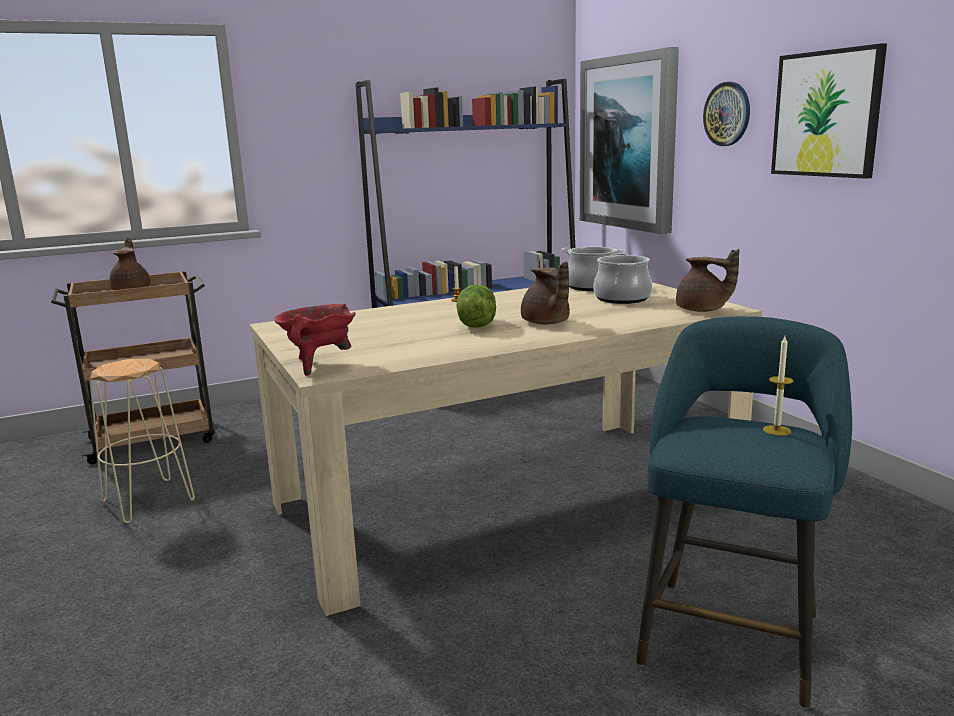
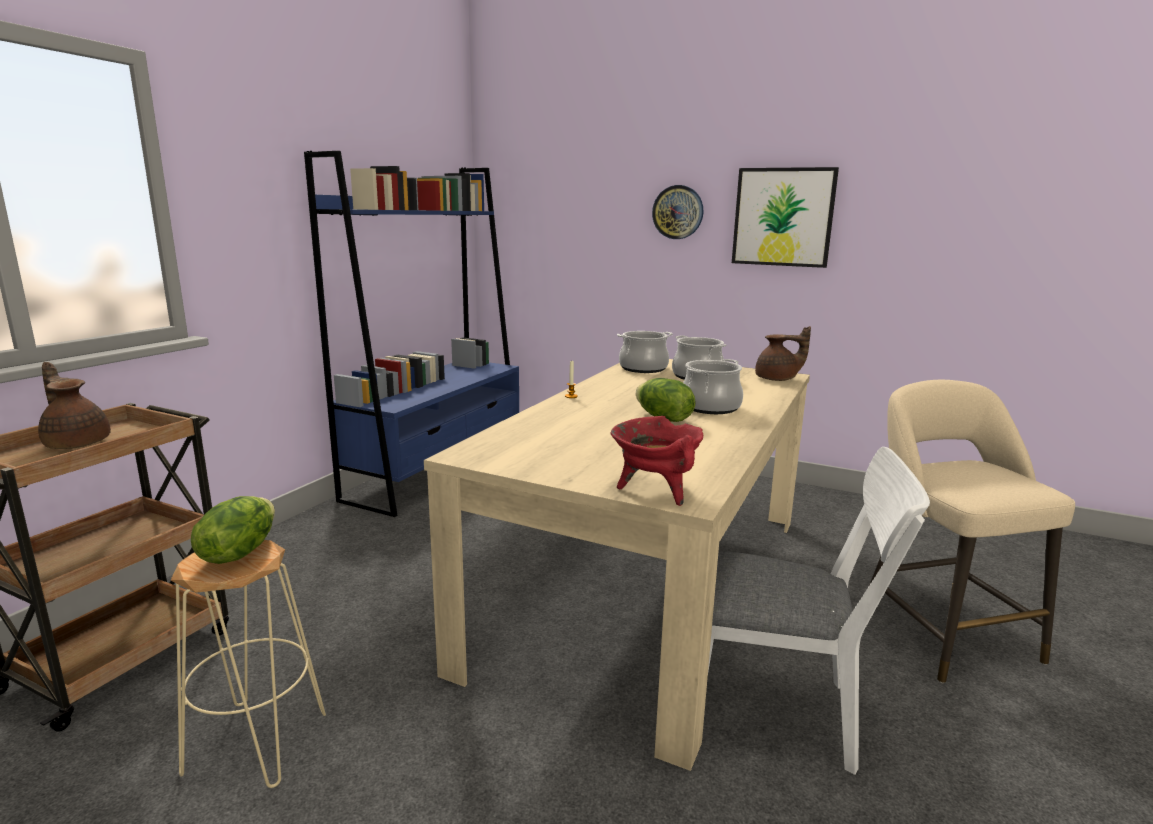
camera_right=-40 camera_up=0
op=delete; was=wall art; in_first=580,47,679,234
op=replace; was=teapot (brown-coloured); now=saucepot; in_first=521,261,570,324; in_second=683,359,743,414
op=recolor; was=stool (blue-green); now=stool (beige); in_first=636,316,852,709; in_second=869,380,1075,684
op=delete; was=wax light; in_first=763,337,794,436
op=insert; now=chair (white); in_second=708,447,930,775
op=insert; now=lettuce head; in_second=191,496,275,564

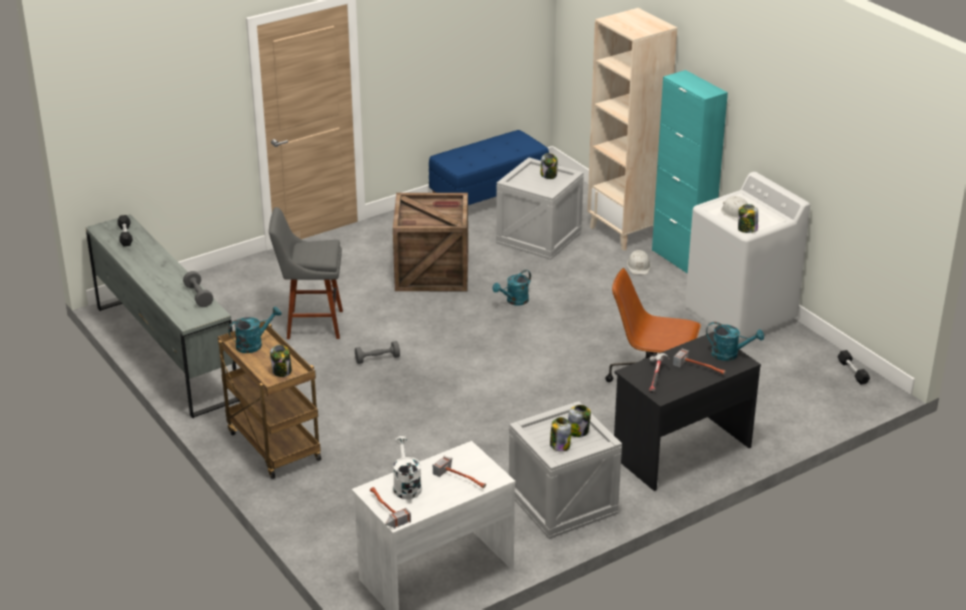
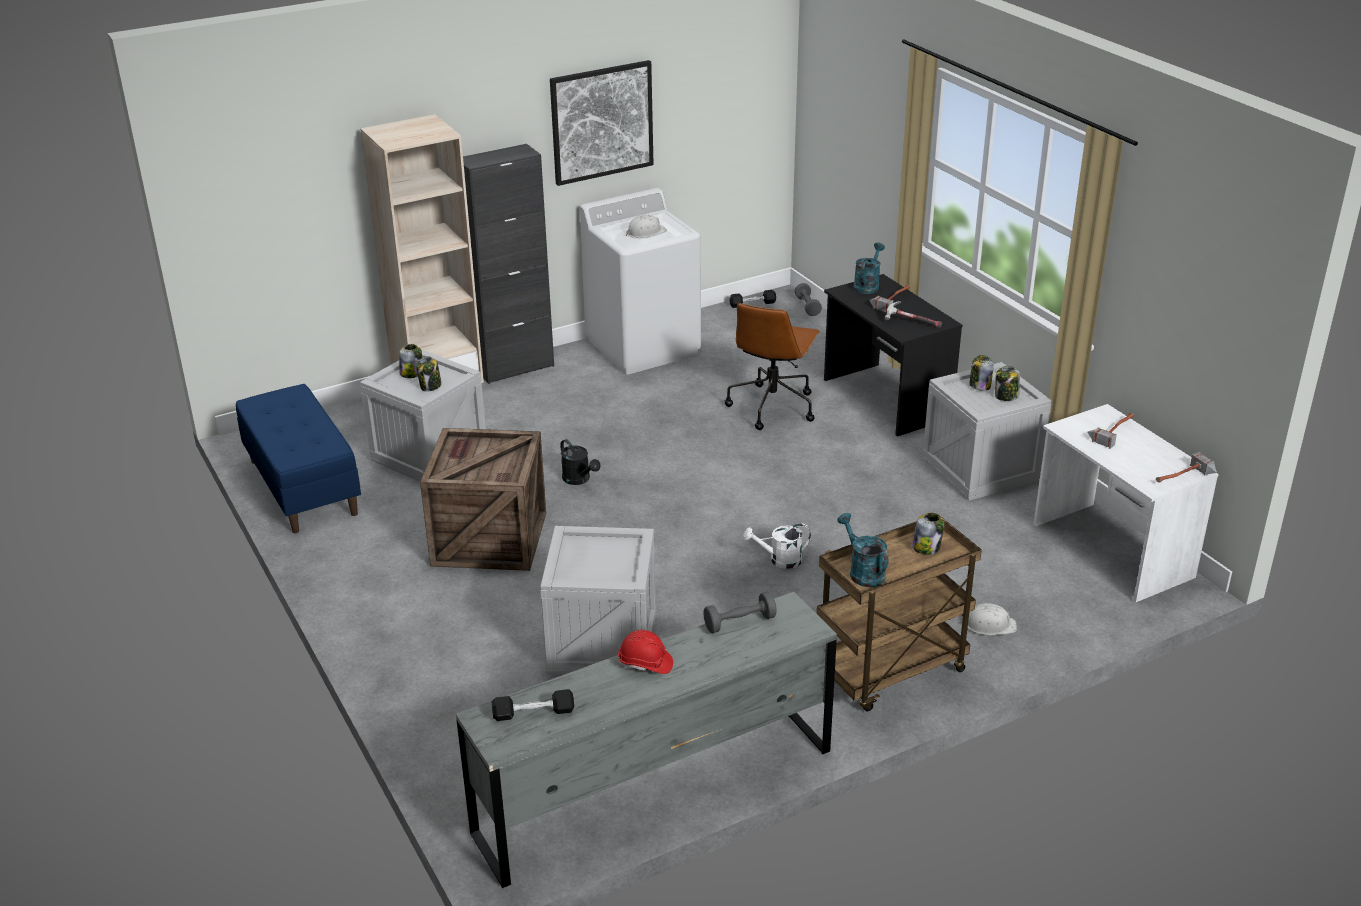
camera_right=-85 camera_up=0
op=recolor; was=storage cabinet (blue-green); now=storage cabinet (blackish); in_first=652,70,728,274; in_second=463,144,554,384
op=move; was=preserve jar; in_first=738,204,758,233; in_second=416,356,442,392
op=replace; was=stool (greyish); now=crate; in_first=269,207,343,339; in_second=540,526,656,675
op=move; was=safety helmet (white); in_first=627,250,651,275; in_second=968,603,1017,635
op=recolor; was=watering pot (blue-green); now=watering pot (blackish); in_first=493,270,531,306; in_second=560,439,600,485
op=move; was=dumbbell (greyish); in_first=355,341,400,364; in_second=794,283,822,316
op=move; was=watering pot (white); in_first=393,436,422,499; in_second=743,524,811,569
op=insert; now=wall art; in_second=550,60,654,186
op=insert; now=safety helmet (red-coloured); in_second=618,630,673,674

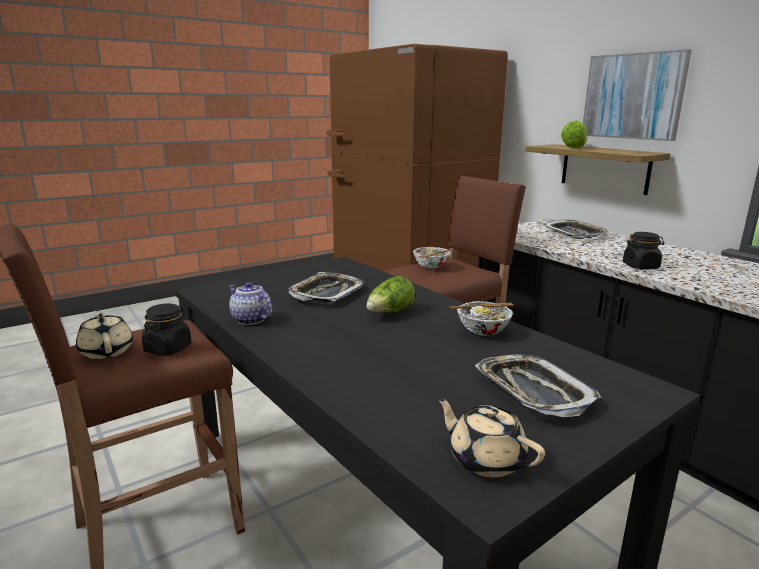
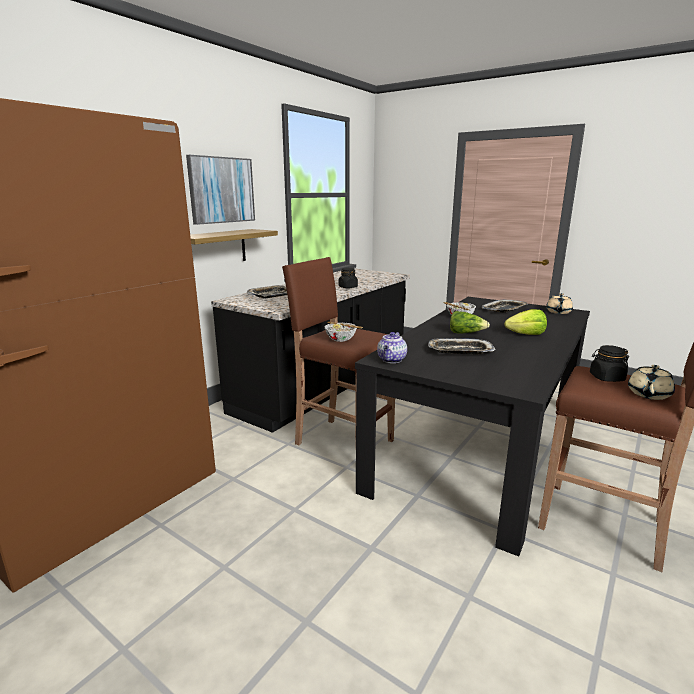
camera_right=-110 camera_up=0
op=move; was=lettuce head; in_first=561,120,587,148; in_second=505,309,547,335
op=move; was=teapot; in_first=229,282,272,325; in_second=377,332,407,363

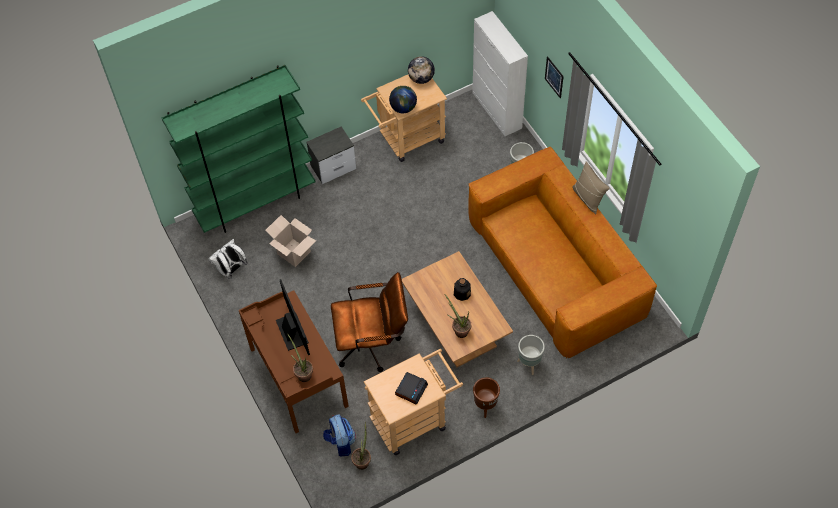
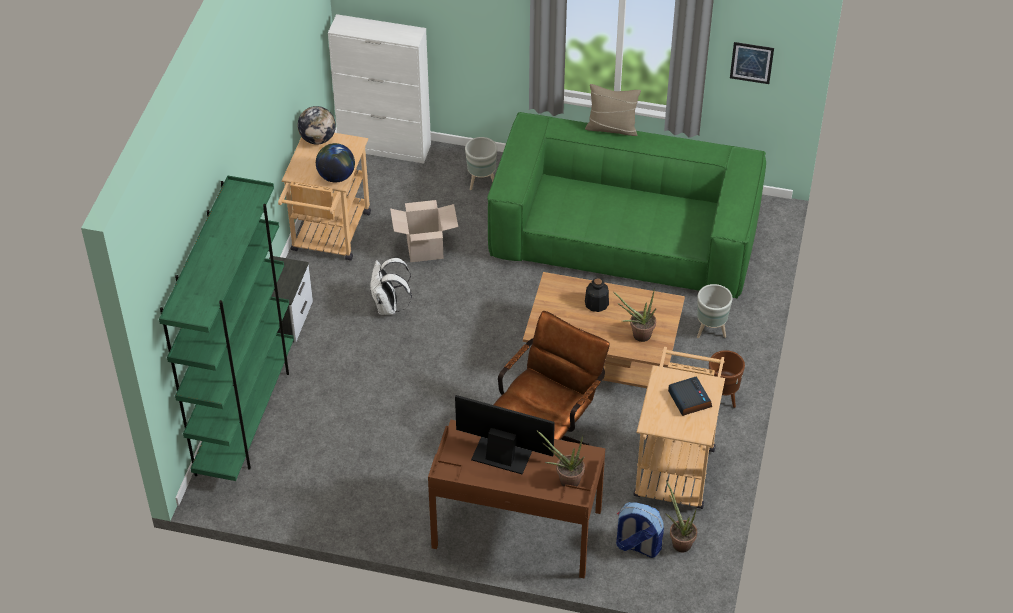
camera_right=-50 camera_up=-10
op=move; was=wall art; in_first=545,56,564,98; in_second=730,42,774,84
op=recolor; was=sofa (brown-coloured); now=sofa (green-coloured); in_first=468,147,657,359; in_second=487,112,766,299
op=move; was=cardboard box; in_first=265,215,316,267; in_second=390,200,458,262
op=move; was=rucksack (white); in_first=209,239,248,279; in_second=370,258,412,315

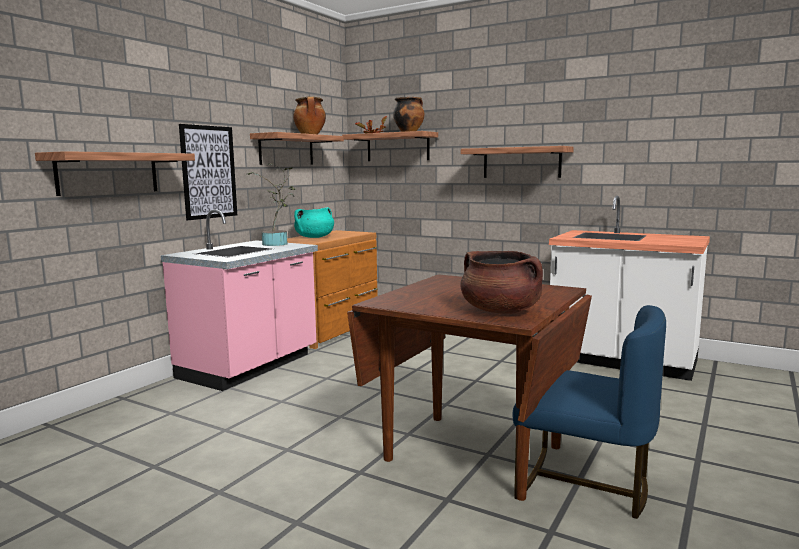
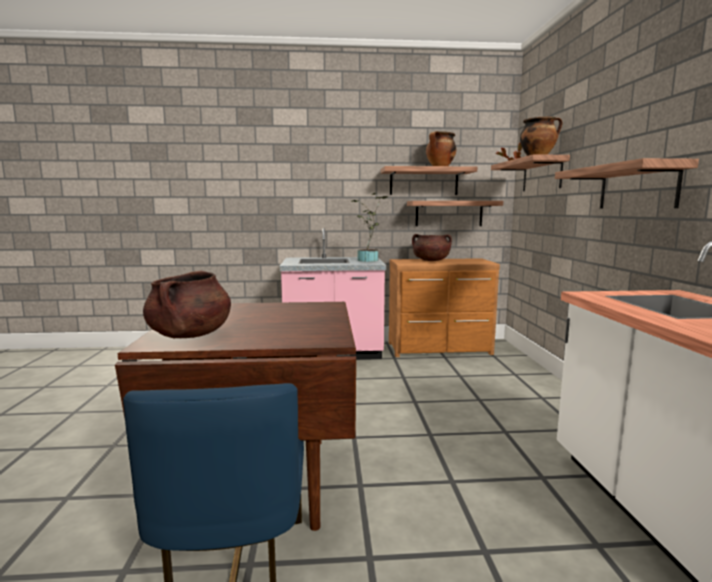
camera_right=55 camera_up=0
op=delete; was=wall art; in_first=179,124,237,220
op=move; was=wall shelf; in_first=35,151,195,196; in_second=407,201,503,226
op=recolor; was=saucepot (blue-green); now=saucepot (brown-coloured); in_first=294,207,334,238; in_second=412,234,452,261

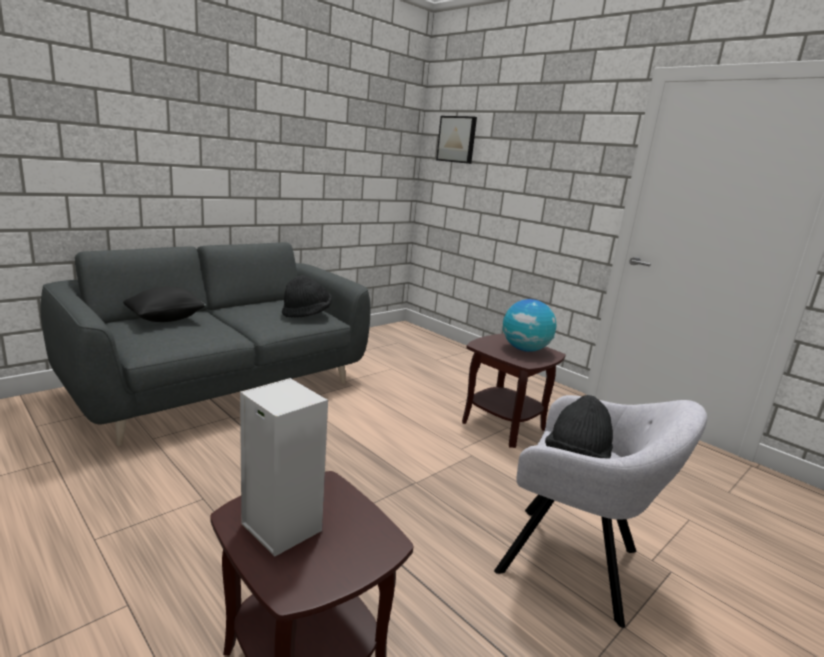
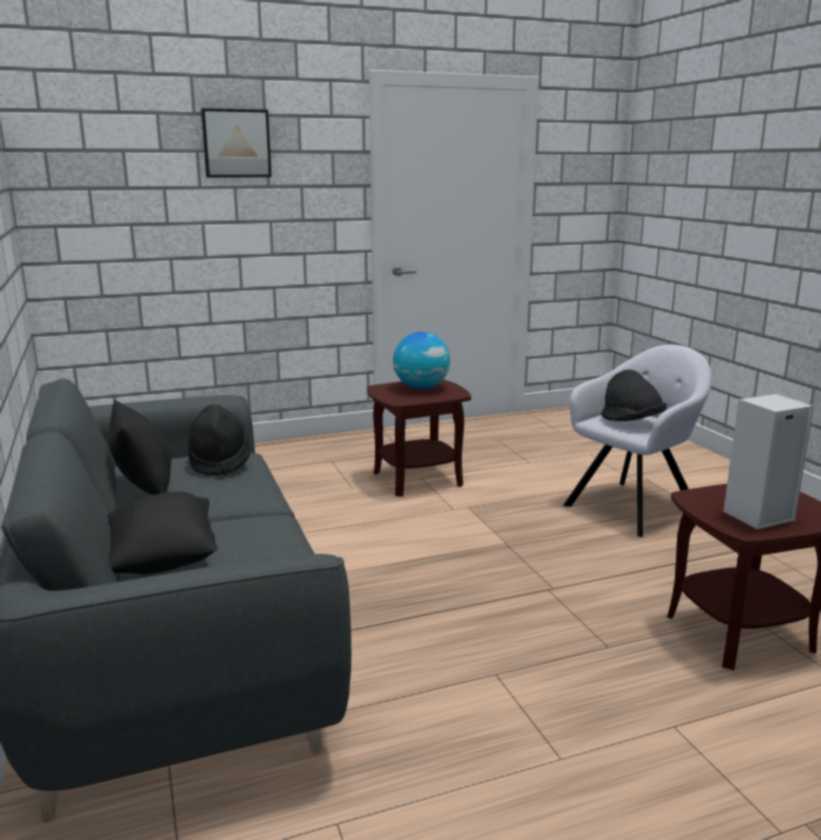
camera_right=-65 camera_up=0
op=move; was=wall art; in_first=436,116,477,164; in_second=201,108,272,178
op=insert; now=throw pillow (blackish); in_second=109,400,172,495

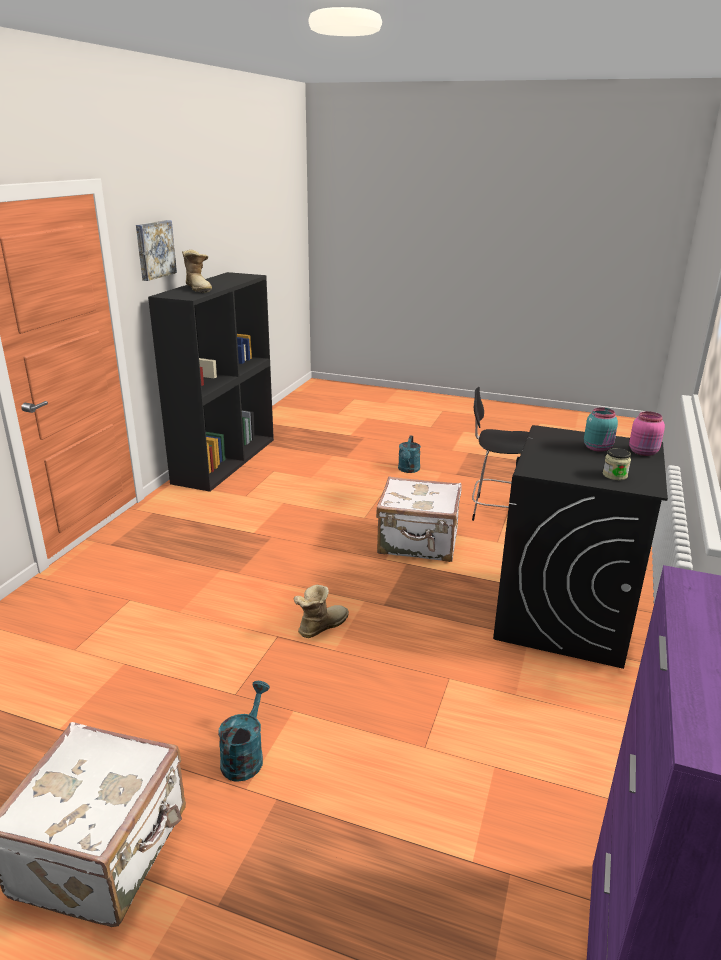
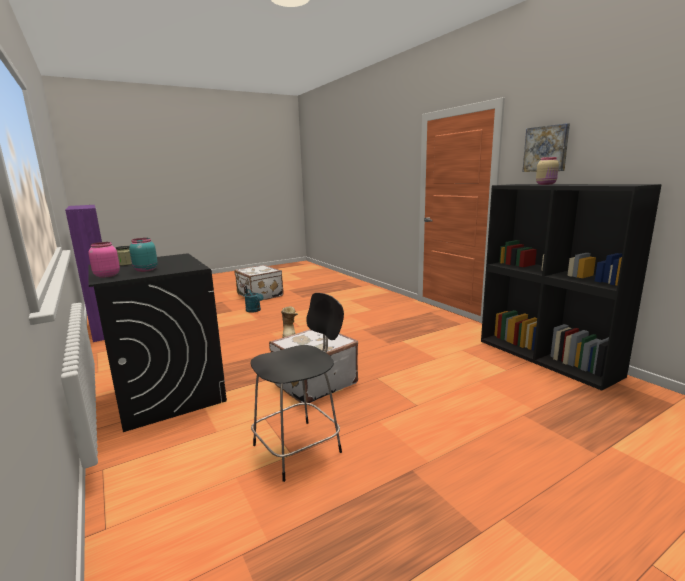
camera_right=130 camera_up=-10
op=replace; was=boot; now=preserve jar (beige); in_first=182,250,212,293; in_second=536,157,559,185
op=delete; was=watering pot (blue-green); in_first=398,435,421,473

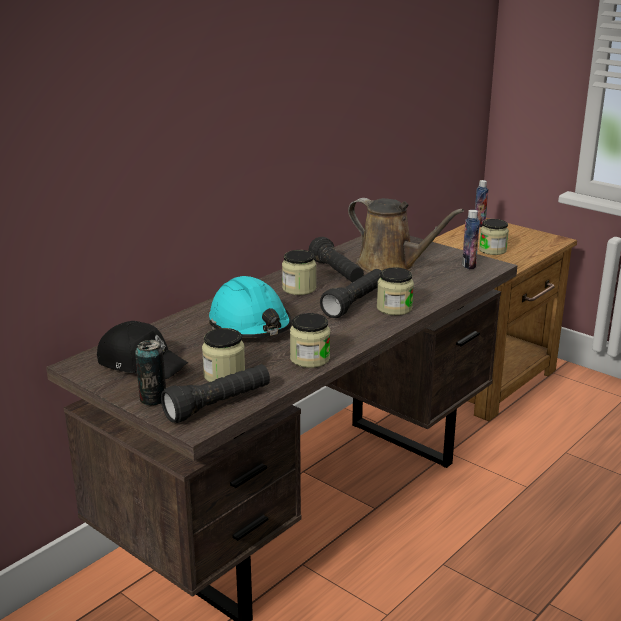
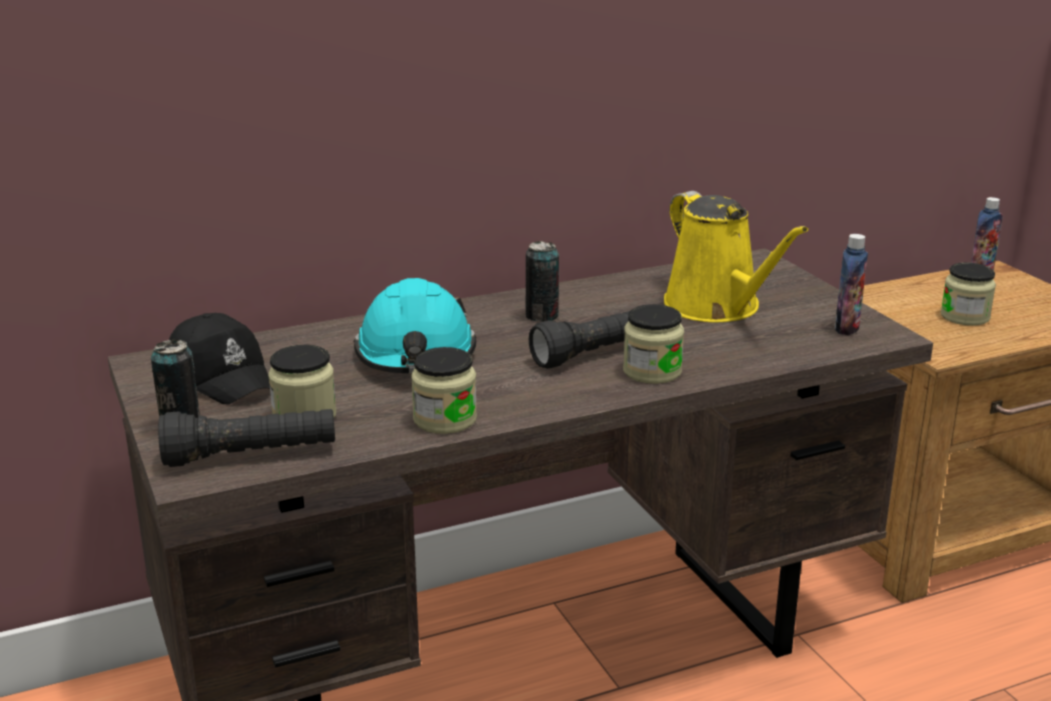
camera_right=25 camera_up=0
op=recolor; was=watering pot (brown-coloured); now=watering pot (yellow); in_first=348,198,464,273; in_second=664,191,808,322
op=delete; was=hand torch (blackish); in_first=309,237,364,282
op=replace; was=preserve jar; now=can; in_first=282,250,316,295; in_second=526,241,559,322

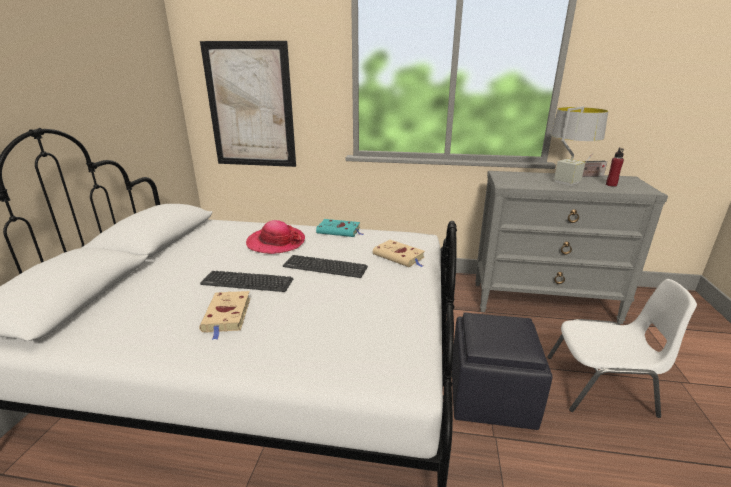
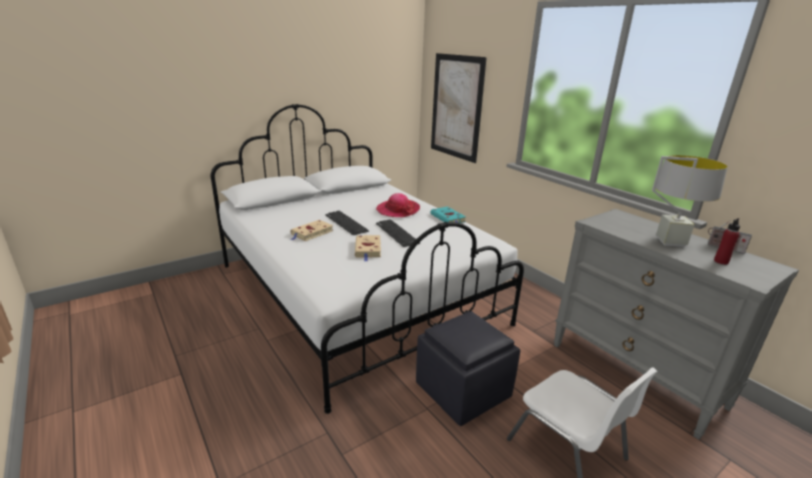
camera_right=45 camera_up=0
op=move; was=bound book (beige); in_first=373,240,425,267; in_second=355,235,381,261

